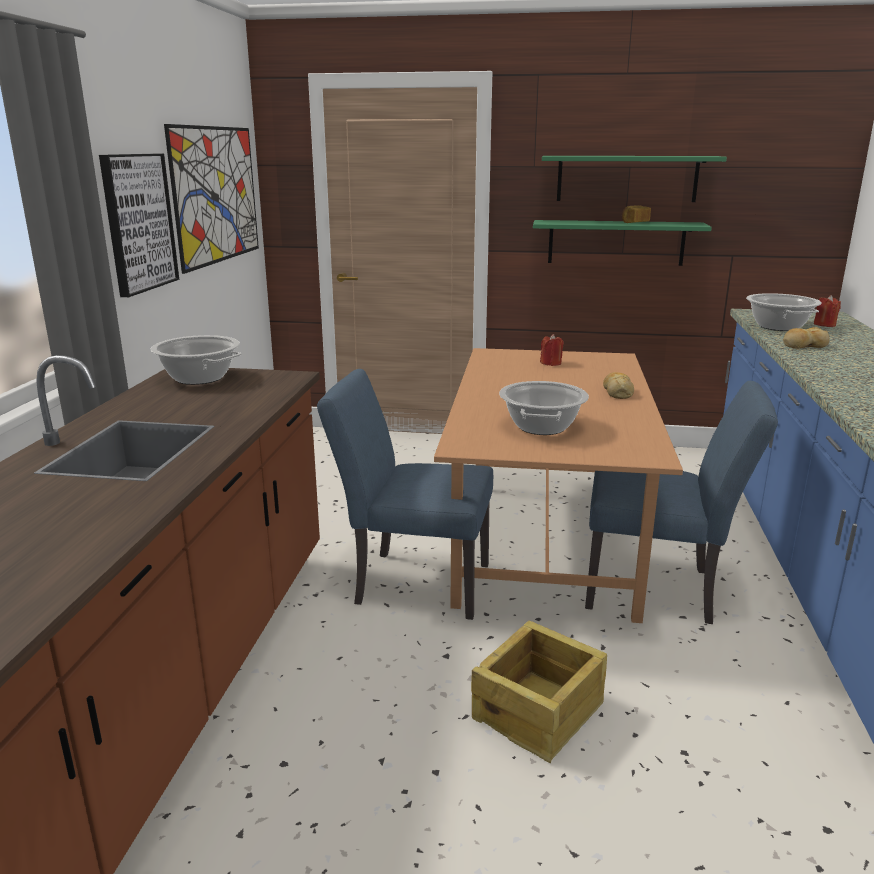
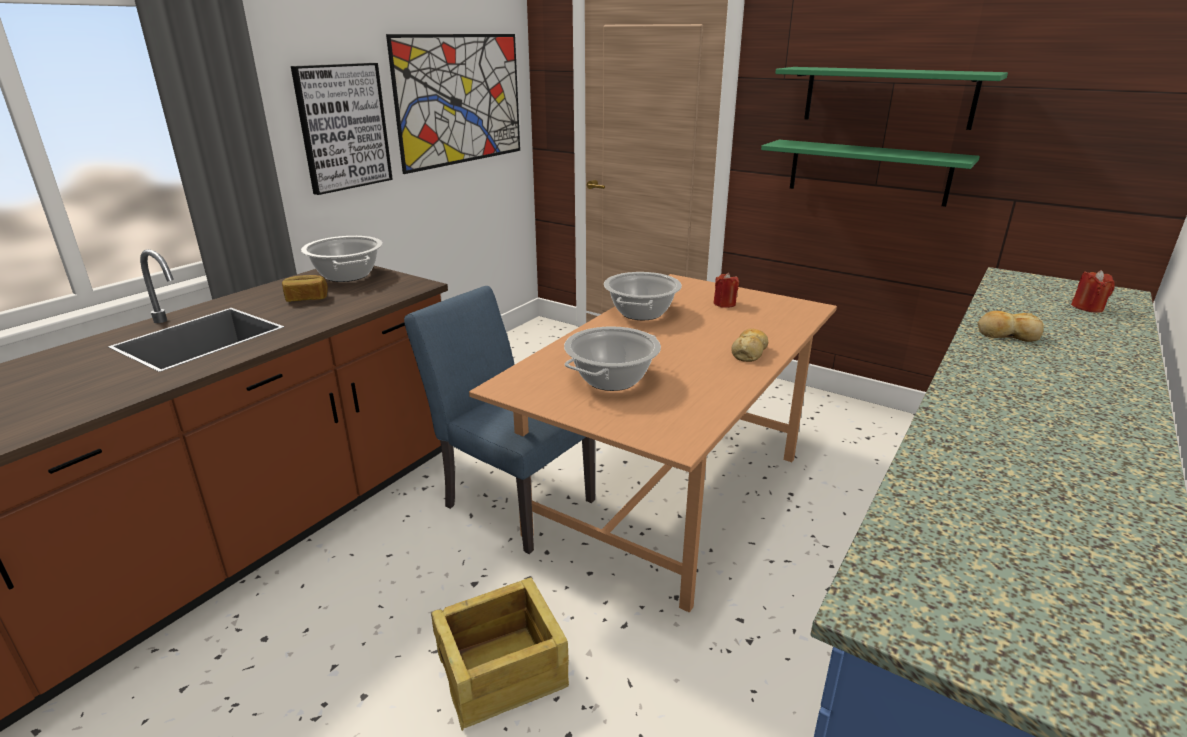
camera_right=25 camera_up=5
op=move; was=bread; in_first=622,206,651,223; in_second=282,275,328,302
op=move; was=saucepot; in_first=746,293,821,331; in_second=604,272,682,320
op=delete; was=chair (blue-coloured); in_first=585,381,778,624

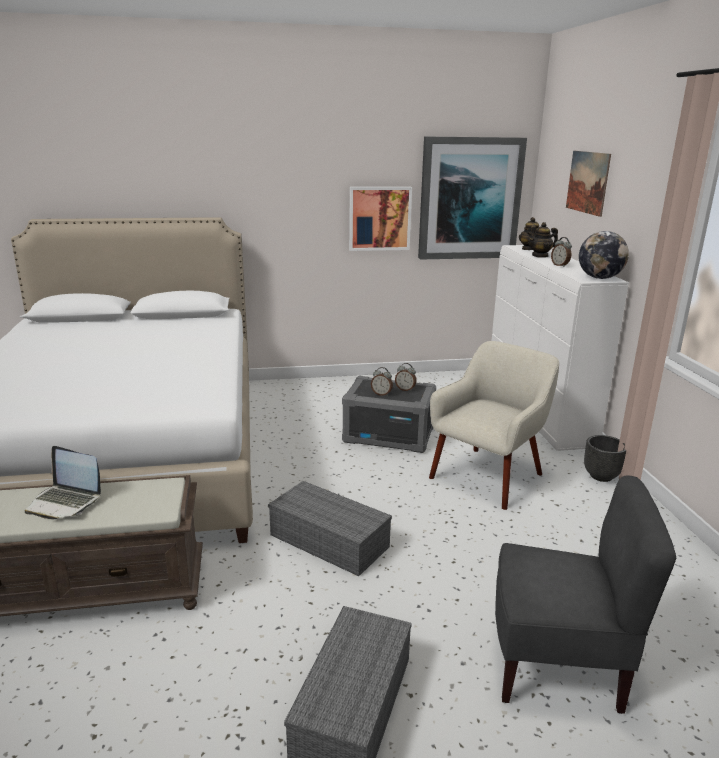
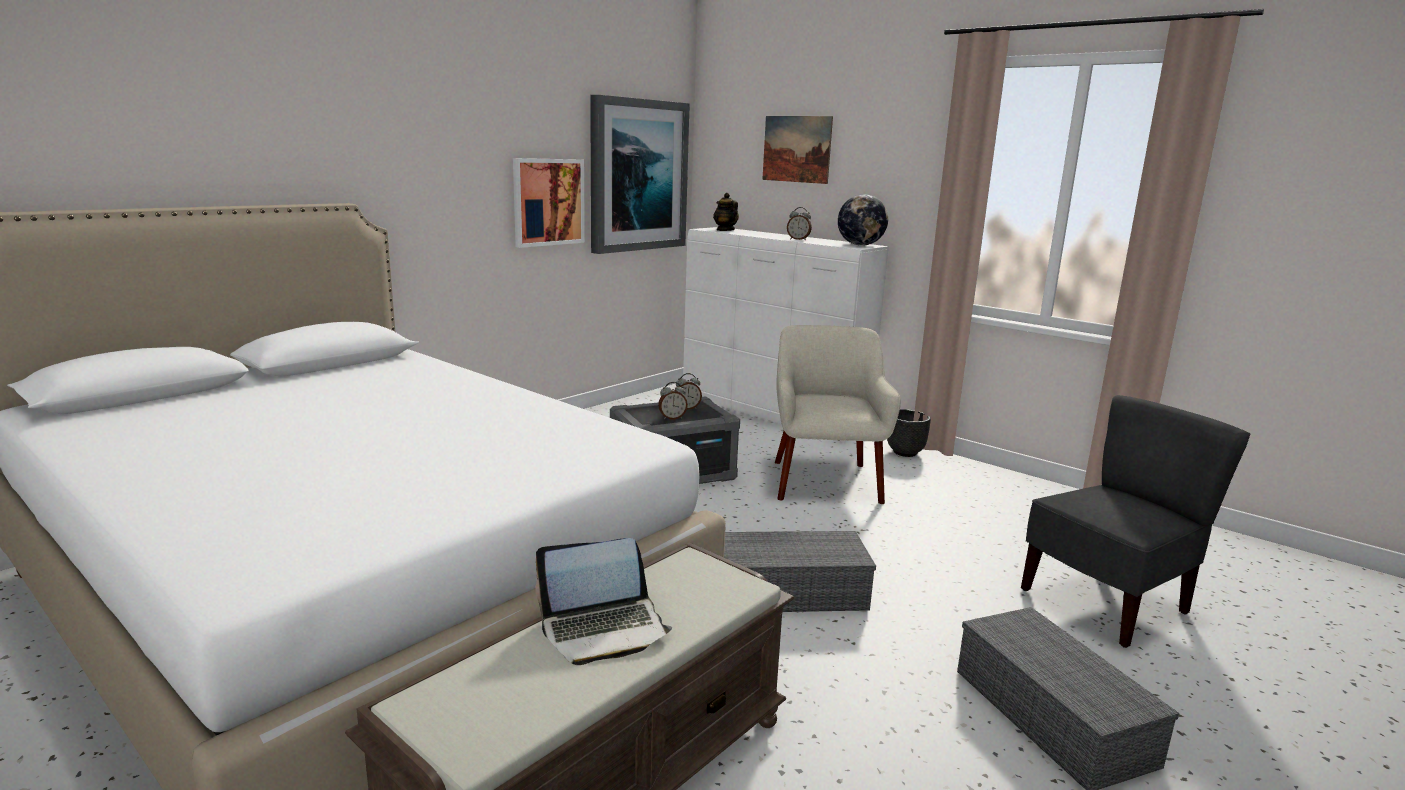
camera_right=-40 camera_up=-5
op=delete; was=teapot; in_first=527,222,558,258

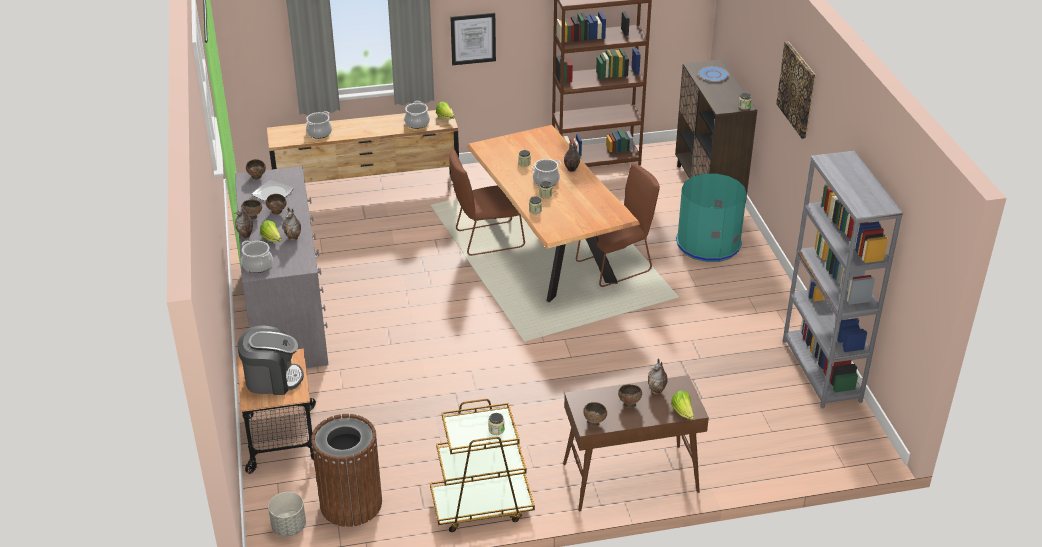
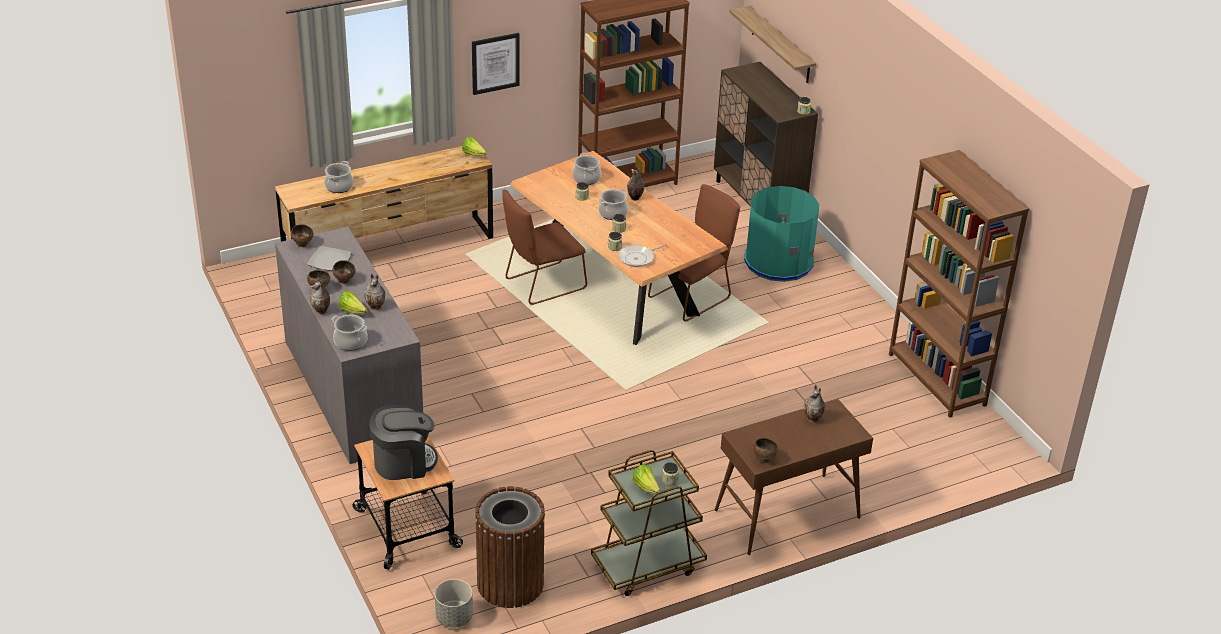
camera_right=-15 camera_up=0
op=delete; was=wall art; in_first=776,41,816,139
op=delete; was=dinner plate (blue-coloured); in_first=698,66,729,82
op=move; was=saucepot; in_first=404,101,430,129; in_second=572,153,601,185
op=recolor; was=shelving unit (greyish); now=shelving unit (brown-coloured); in_first=783,151,903,409; in_second=889,150,1030,418
op=delete; was=serving bowl (brown-coloured); in_first=618,384,642,408
op=move; was=lettuce head; in_first=671,391,694,419; in_second=632,464,661,494
op=insert; now=wall shelf; in_second=729,6,816,83
op=insert; now=pan; in_second=618,244,667,267

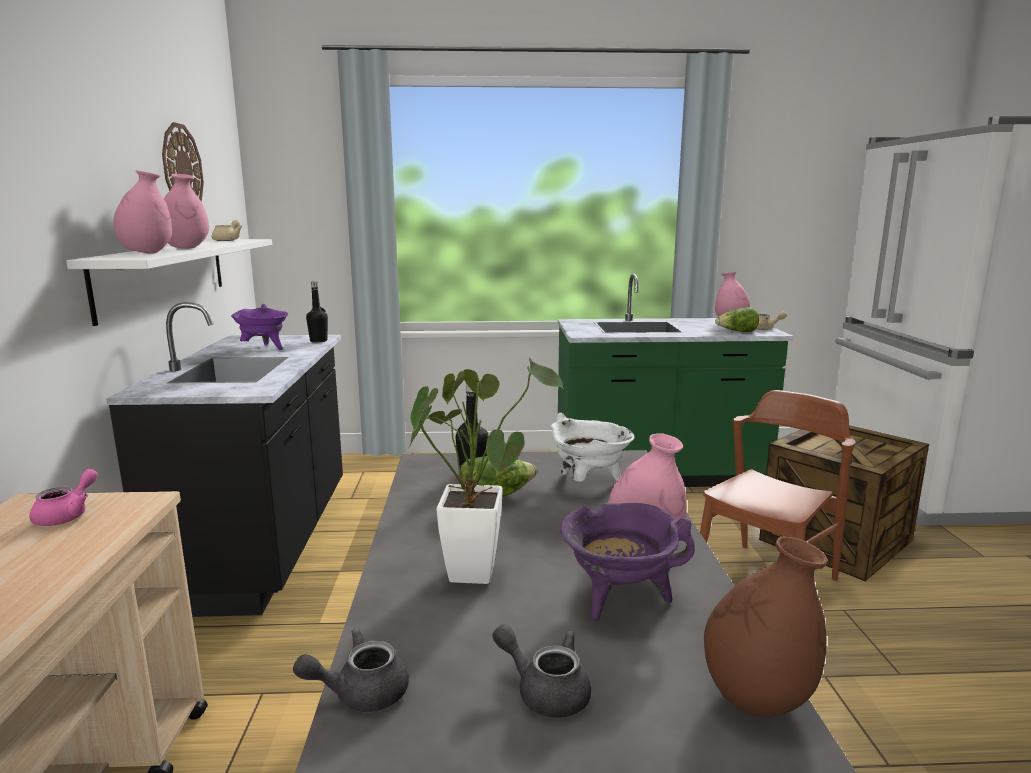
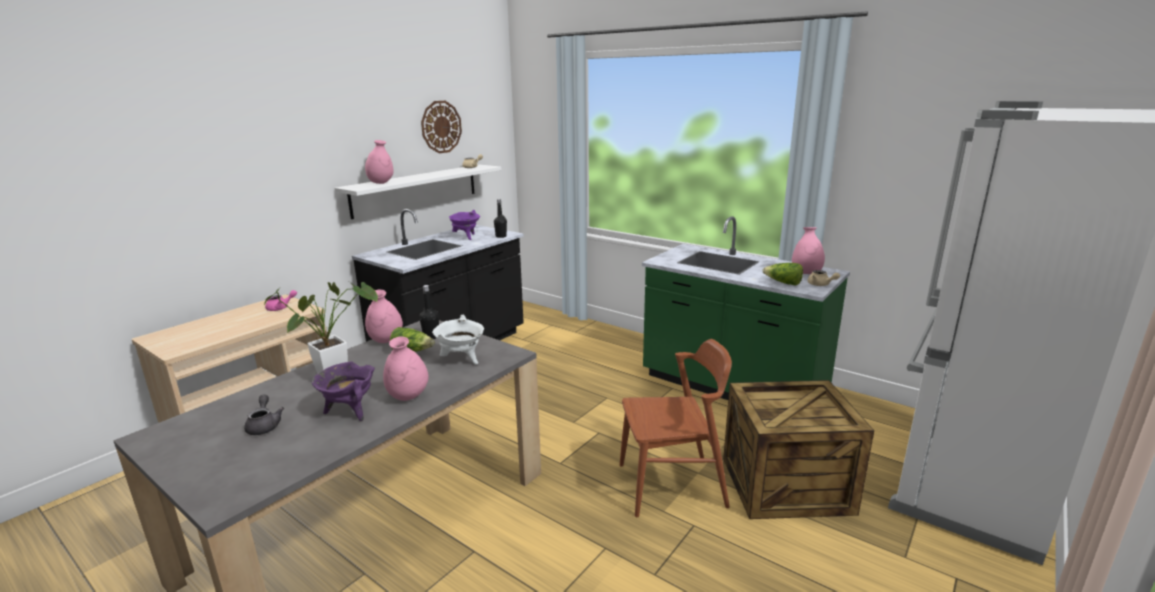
camera_right=40 camera_up=5
op=move; was=vase (pink); in_first=164,174,209,249; in_second=365,290,403,343
op=delete; was=vase (brown-coloured); in_first=704,537,828,718
op=delete; was=teapot (greyish); in_first=293,628,409,712

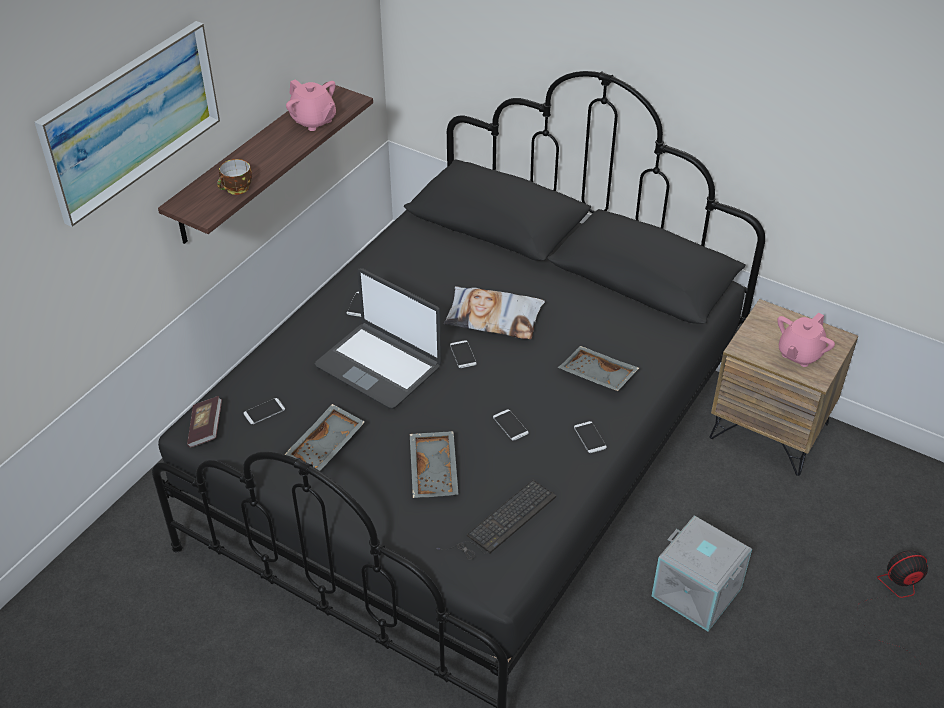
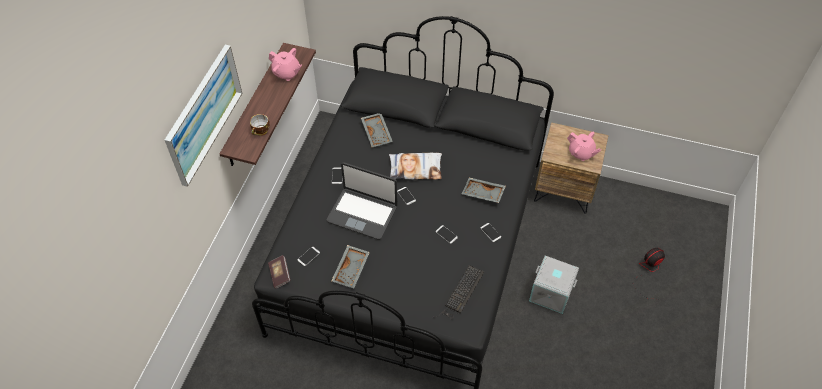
camera_right=-15 camera_up=10
op=rotate; was=teapot (pink); in_first=777,313,835,367; in_second=567,132,601,161; clockwise=-75
op=move; was=serving tray (greyish); in_first=410,431,459,498; in_second=361,113,393,147

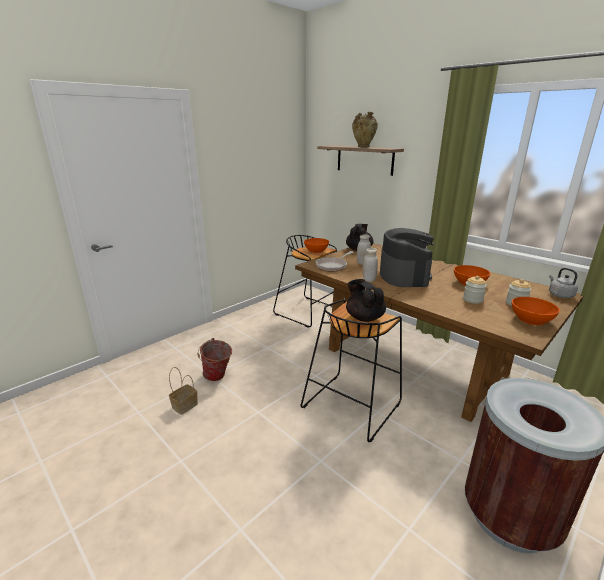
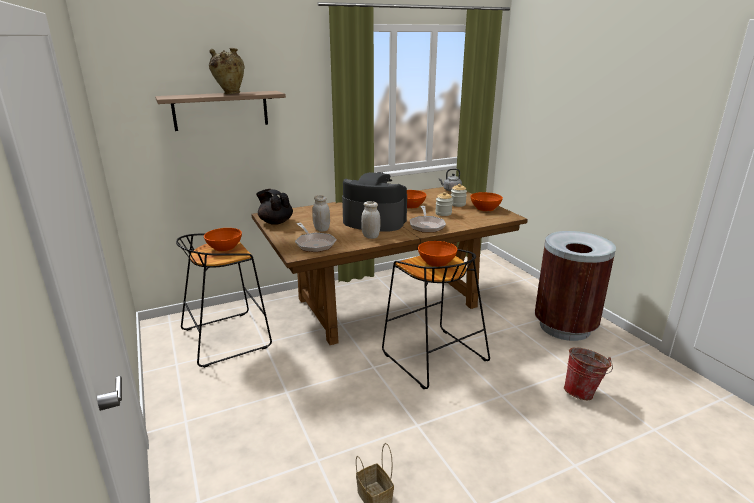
camera_right=-70 camera_up=0
op=replace; was=teapot (blackish); now=serving bowl (orange); in_first=346,279,386,322; in_second=418,241,457,267
op=move; was=water bucket; in_first=198,338,232,381; in_second=564,347,613,400
op=insert; now=pan; in_second=410,206,446,233

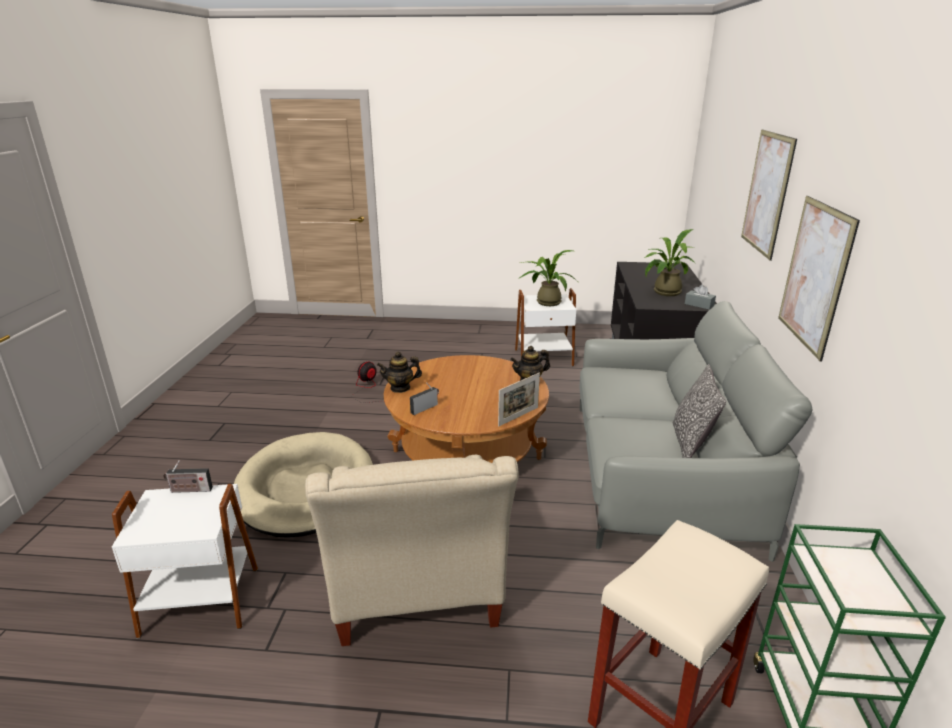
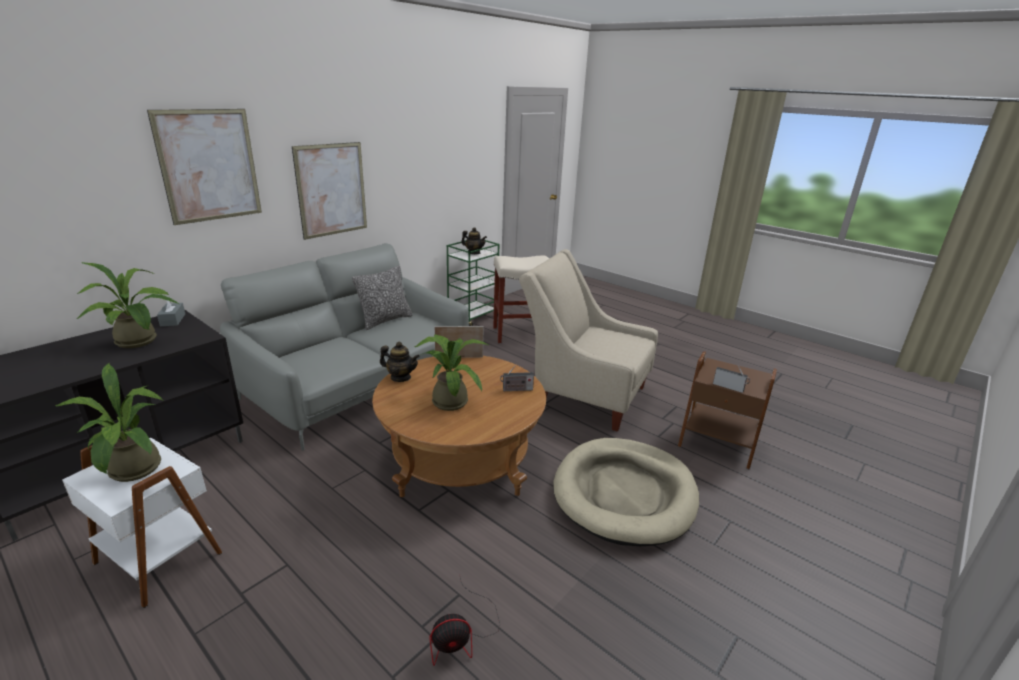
camera_right=-145 camera_up=0
op=move; was=teapot; in_first=377,352,422,393; in_second=461,227,487,254
op=rotate; was=lounge chair (beige); in_first=305,455,519,646; in_second=519,249,658,431; clockwise=-90
op=recolor; was=side table (white); now=side table (brown-coloured); in_first=112,484,258,639; in_second=678,351,777,469
op=insert; now=potted plant; in_second=415,334,488,411

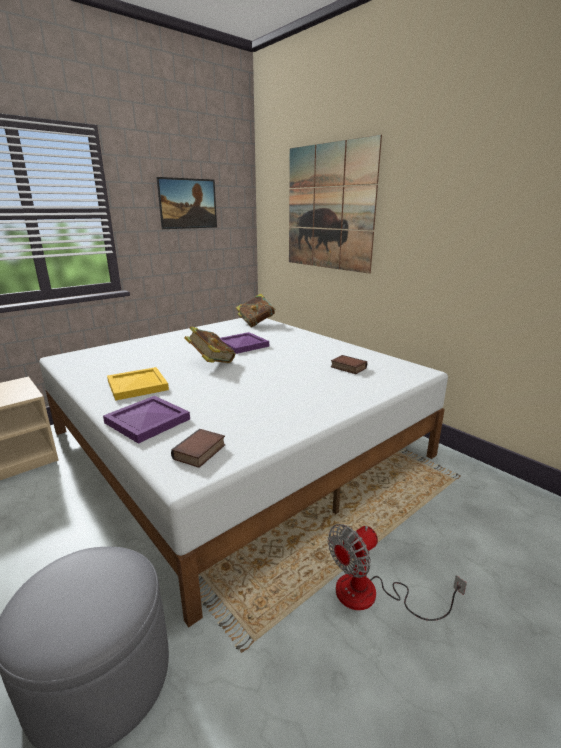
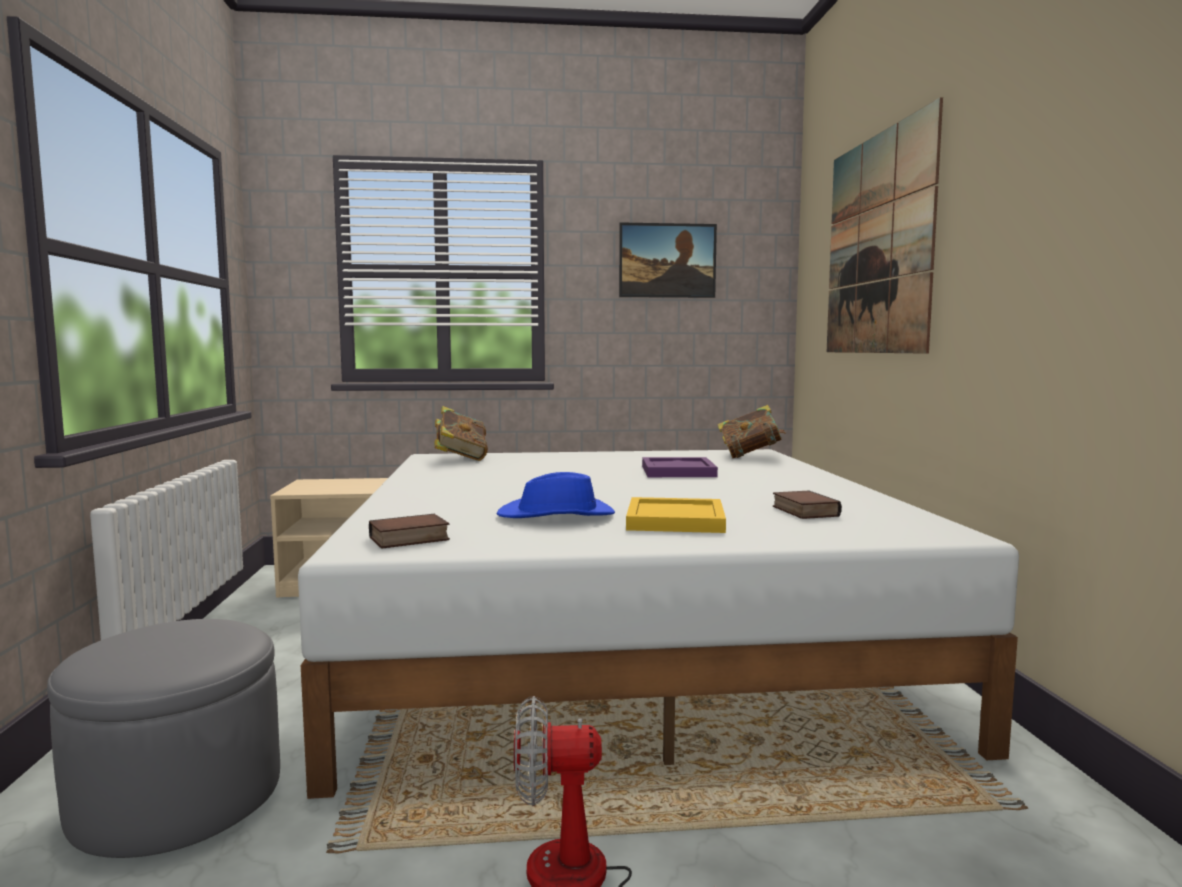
camera_right=35 camera_up=-15
op=move; was=bound book; in_first=184,327,235,363; in_second=434,406,488,461
op=move; was=serving tray (yellow); in_first=107,367,169,401; in_second=626,497,726,533
op=delete; was=serving tray (purple); in_first=103,396,190,444
op=insert; now=clothing hat (blue-coloured); in_second=497,472,615,518

